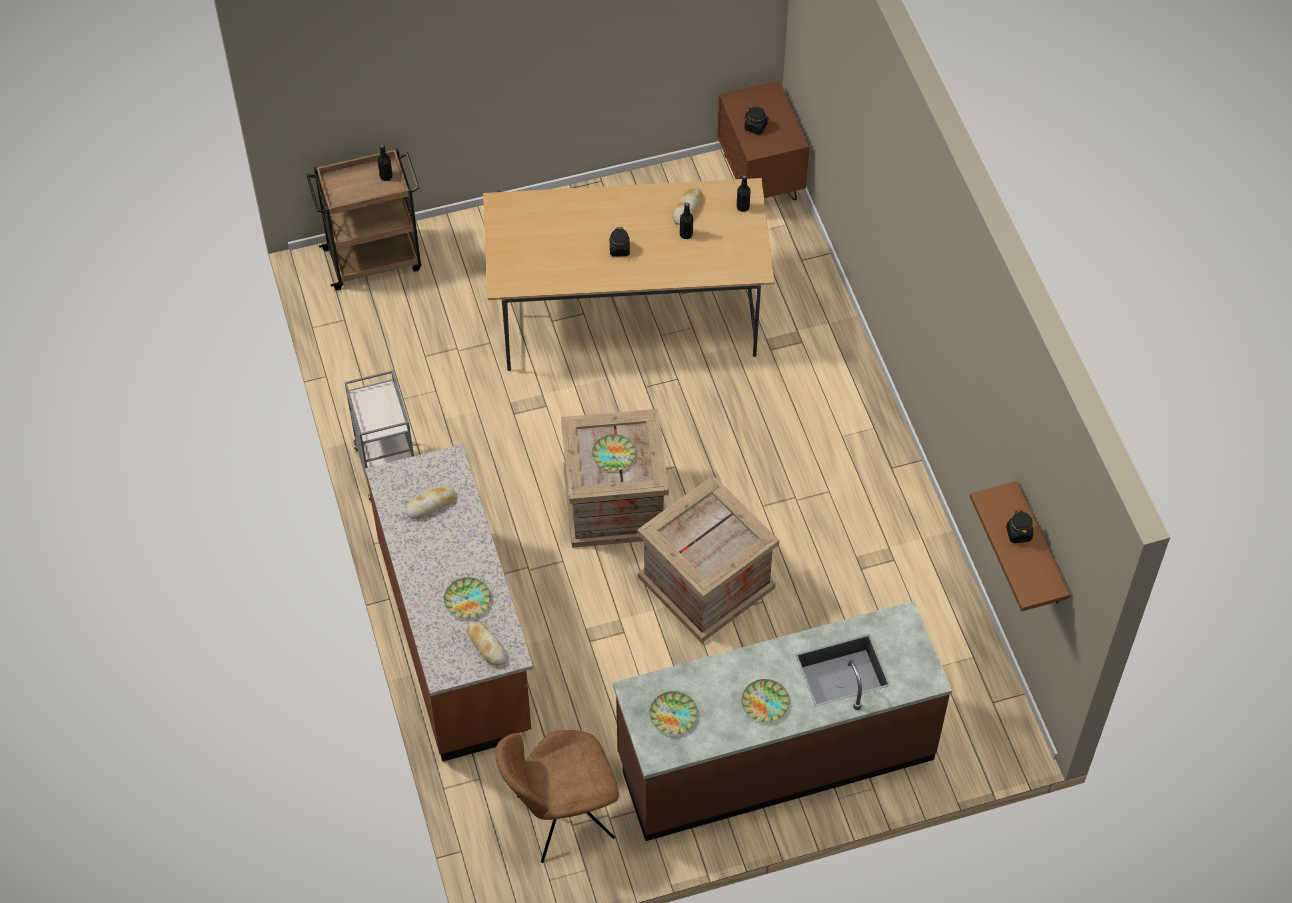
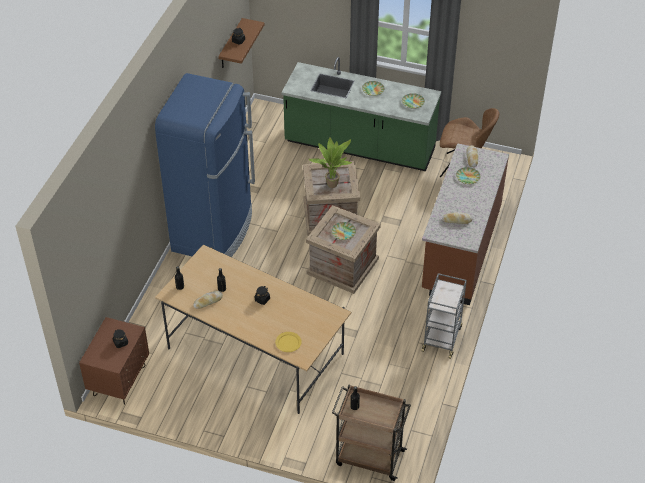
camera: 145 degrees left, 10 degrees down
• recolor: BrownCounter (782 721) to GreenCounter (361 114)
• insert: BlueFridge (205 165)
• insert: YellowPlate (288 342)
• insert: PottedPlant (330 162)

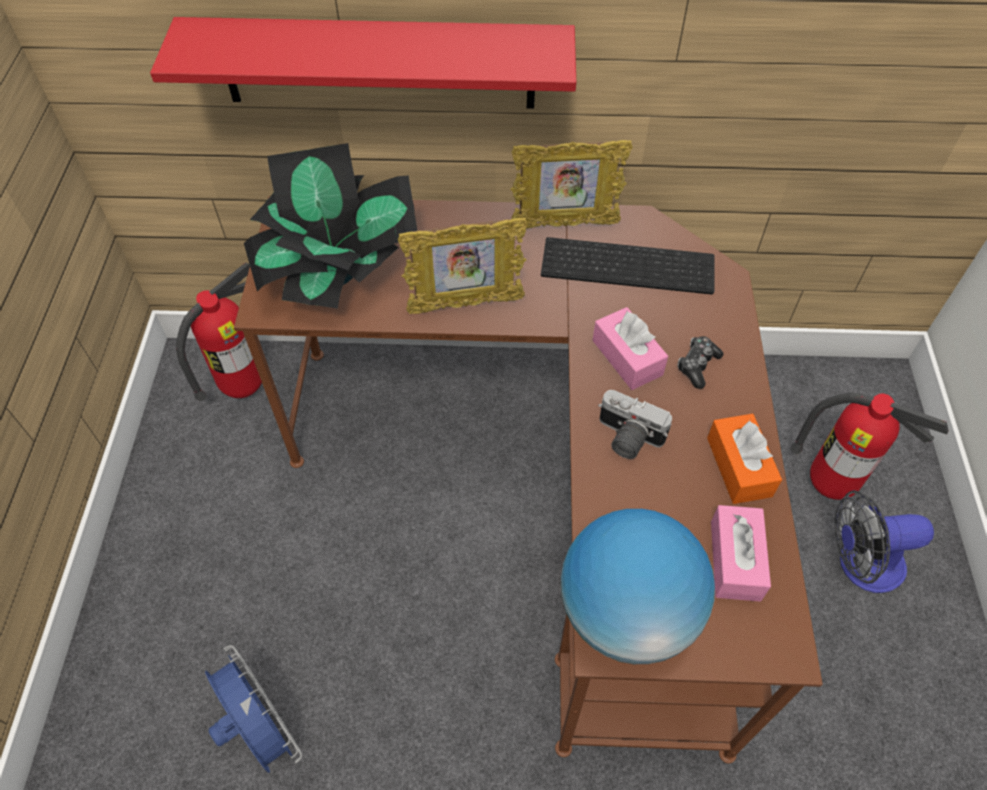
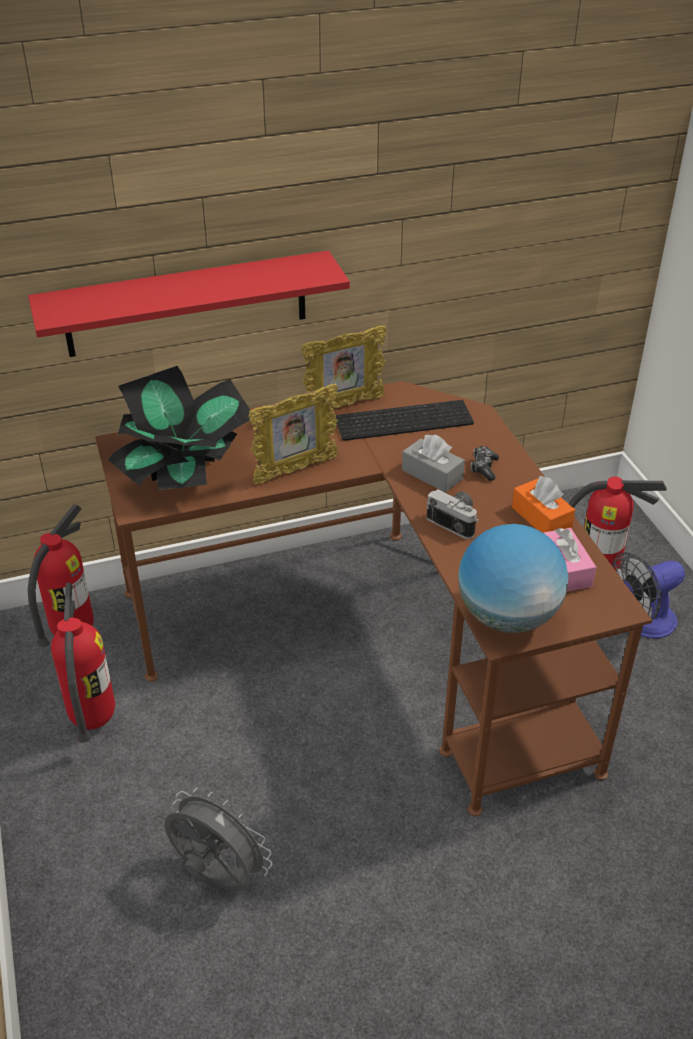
camera: 20 degrees left, 15 degrees down
• recolor: BlueFan (253 709) to GreyFan (218 839)
• recolor: PinkTissueBox (630 348) to GreyTissueBox (433 464)
• rotate: PhotoCamera (635 424) = (453 514) 150 degrees counterclockwise
• insert: FireExtinguisher (83 662)

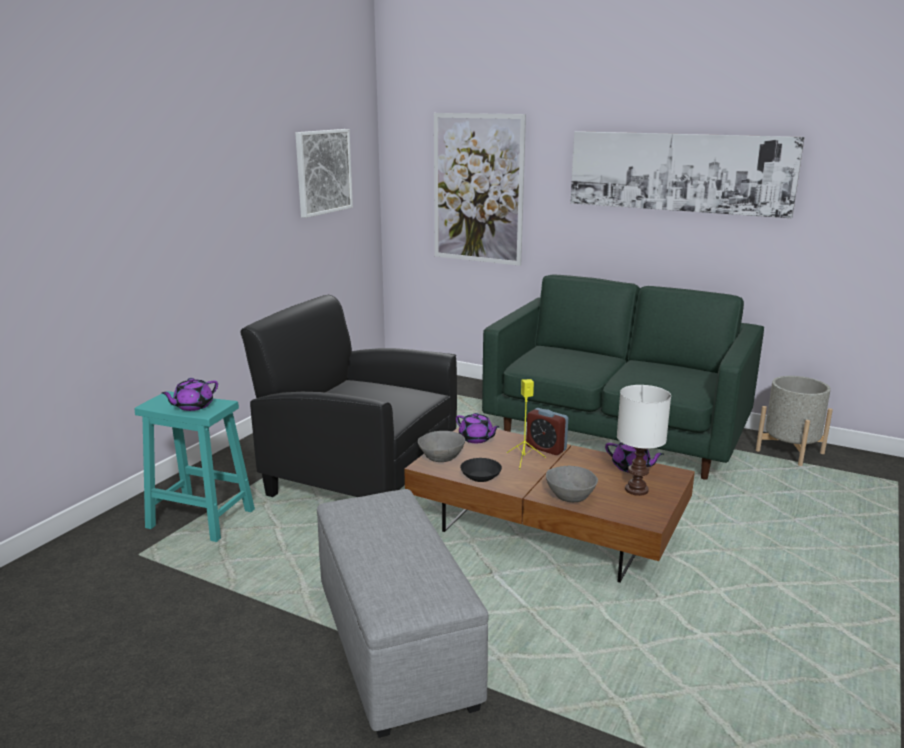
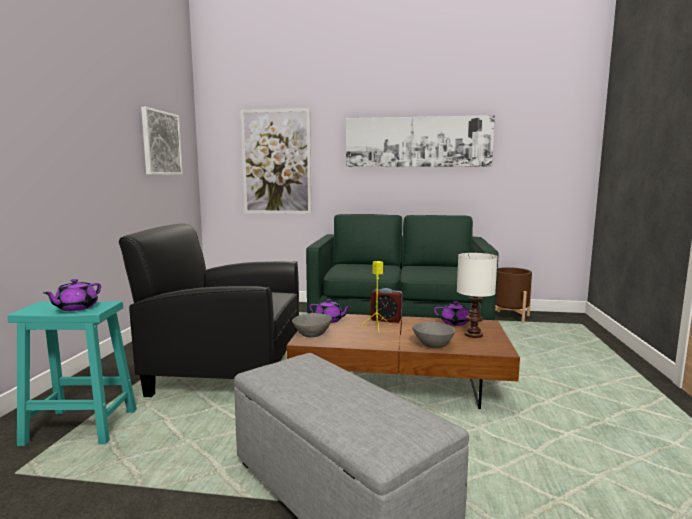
camera: 20 degrees left, 10 degrees down
• delete: BlackBowl (481 470)
• recolor: GreyPlanter (794 421) to BrownPlanter (513 295)

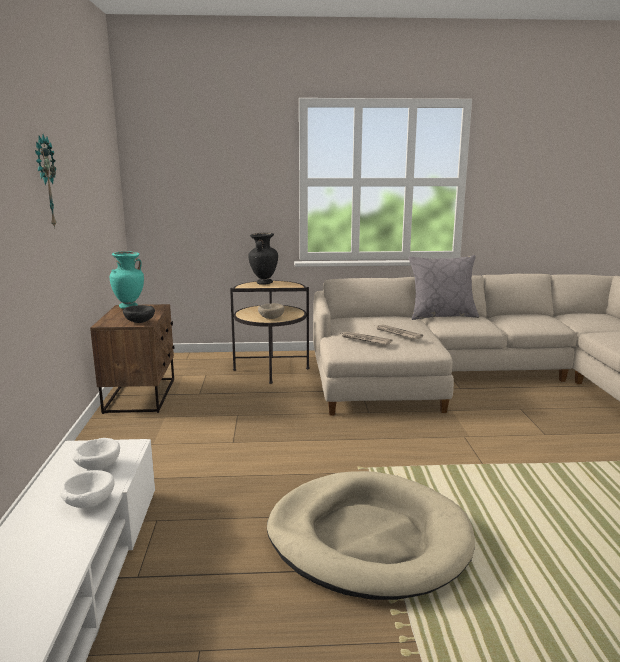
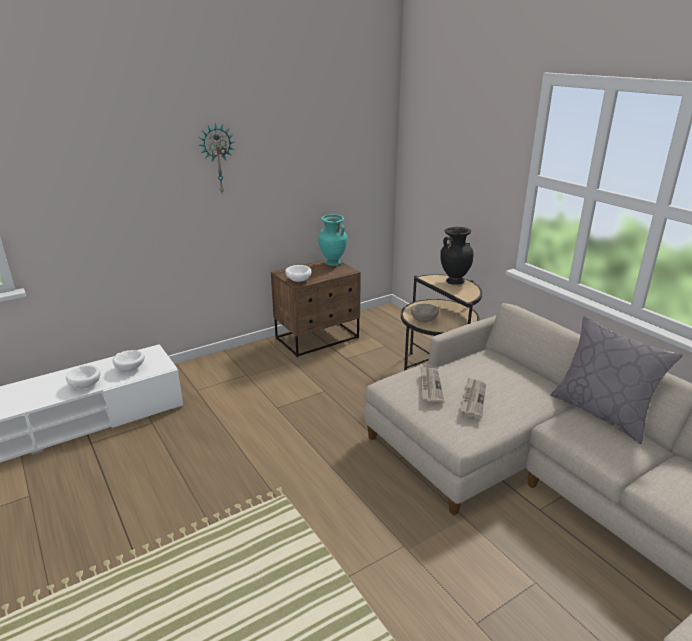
camera: 60 degrees right, 10 degrees up
• recolor: BlackBowl (139 314) to WhiteBowl (298 273)
• delete: BeigeDogBed (371 535)

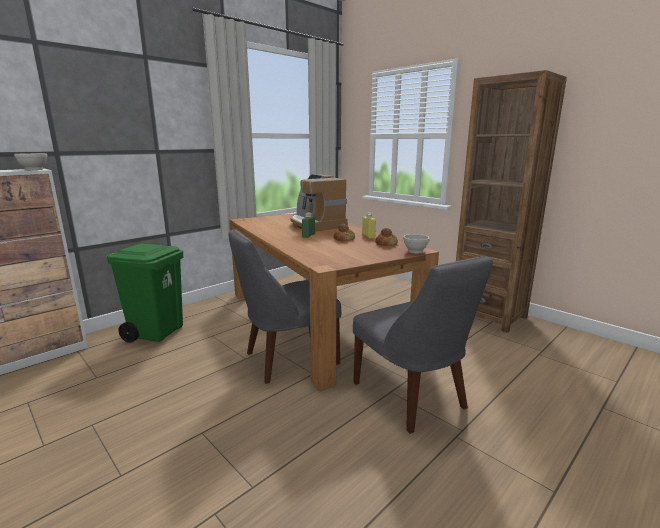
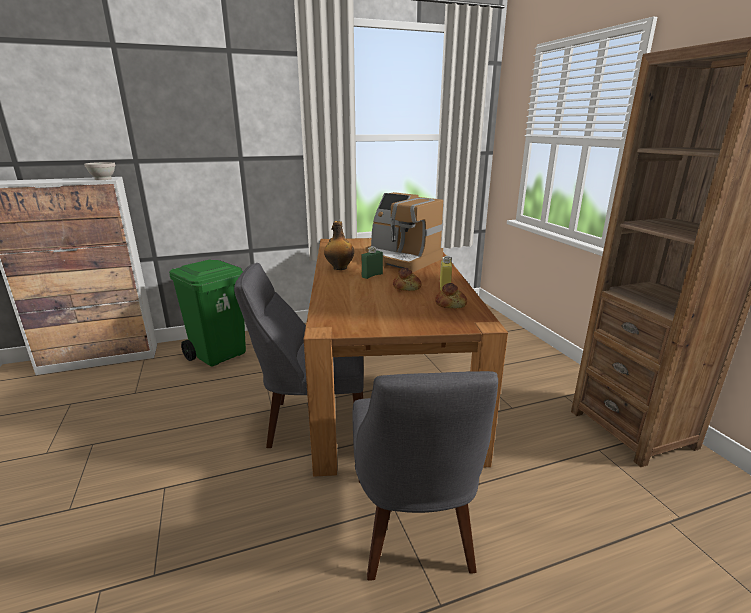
camera: 25 degrees right, 5 degrees up
• rotate: CoffeeMachine (319 203) = (404 232) 45 degrees counterclockwise
• delete: WhiteBowl (416 243)
• insert: Bottle (339 245)

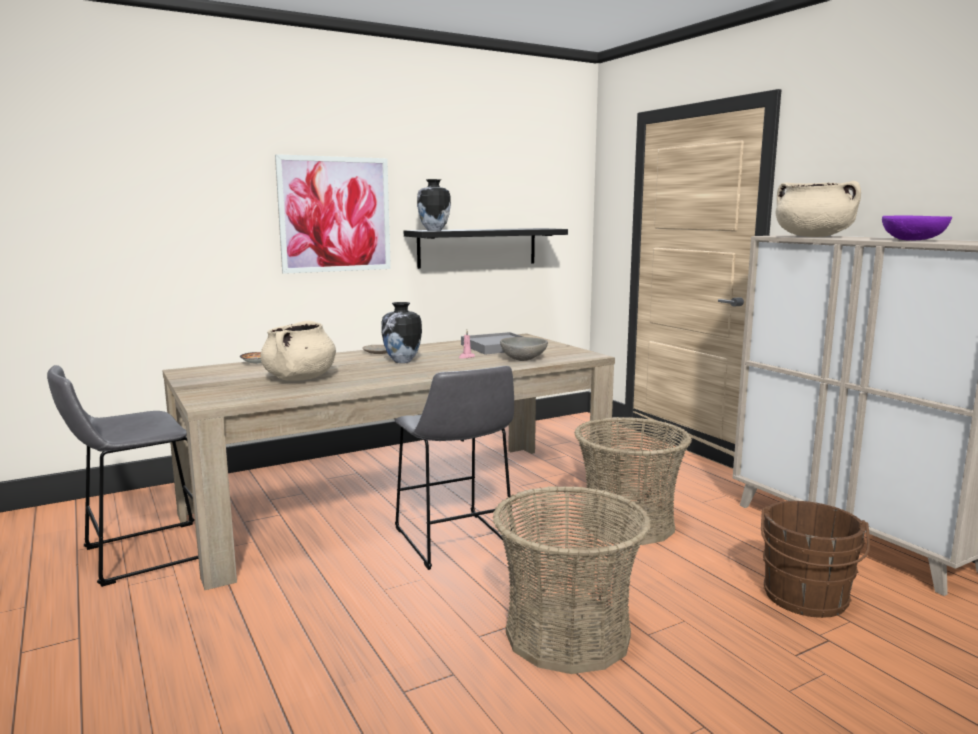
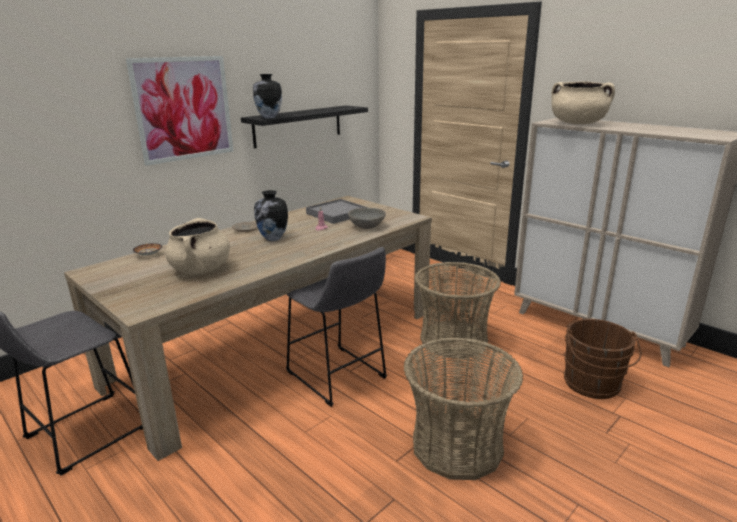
camera: 15 degrees left, 10 degrees up
• delete: PurpleBowl (917 228)

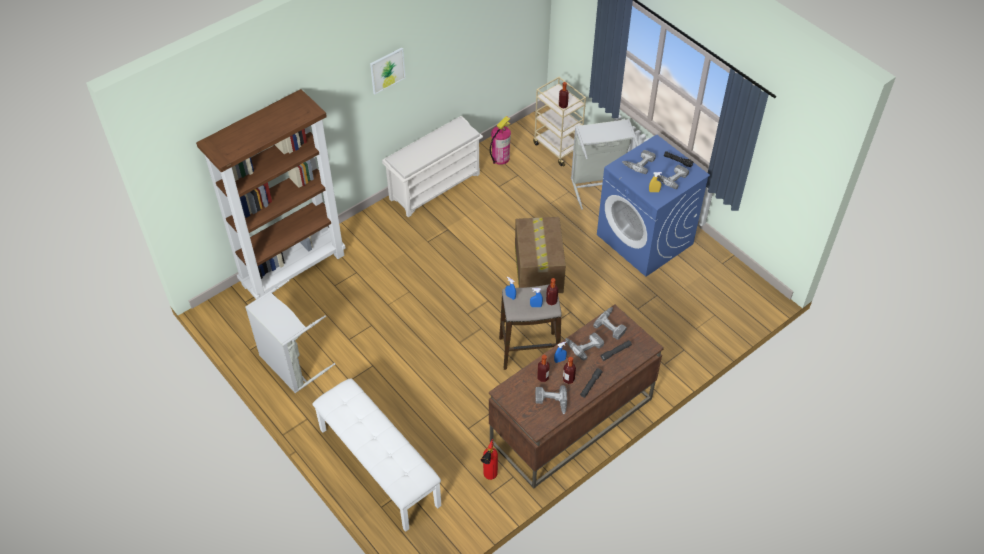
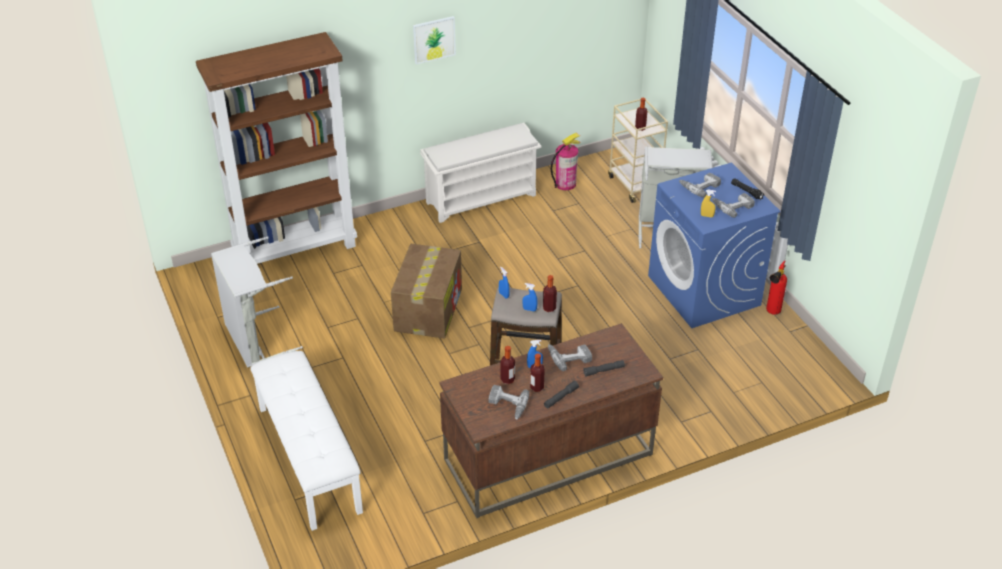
camera: 15 degrees right, 10 degrees down
• move: FireExtinguisher (489 459) to (776 287)
• move: CardboardBox (540 255) to (426 291)
• delete: PowerDrill (610 323)

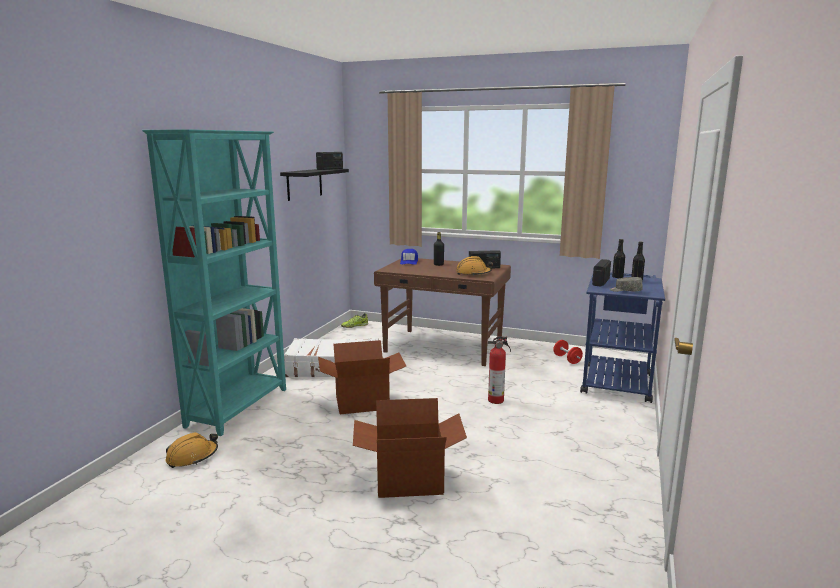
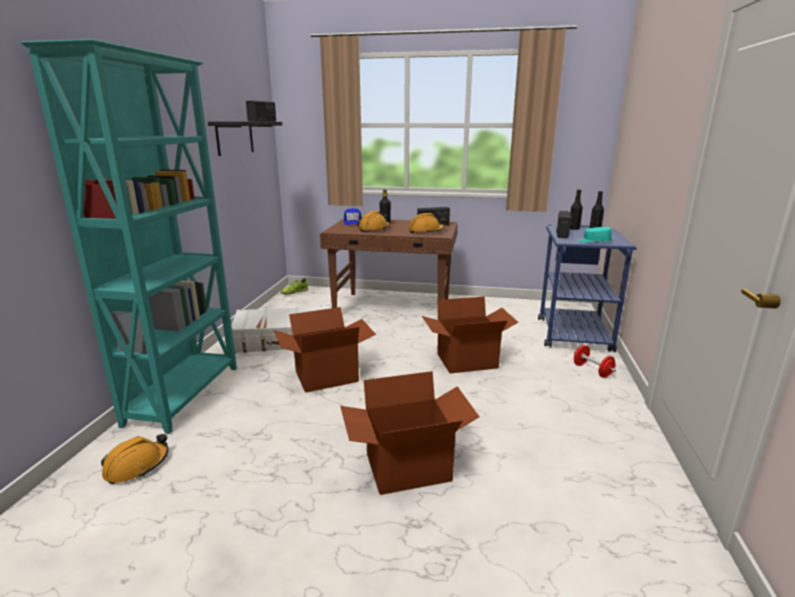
camera: 10 degrees left, 5 degrees up
• replace: FireExtinguisher (499 370) to CardboardBox (470 334)
• move: RedDumbbell (568 352) to (595 361)
• recolor: GreyCap (626 284) to TurquoiseCap (594 235)
• insert: OrangeHardHat (373 221)

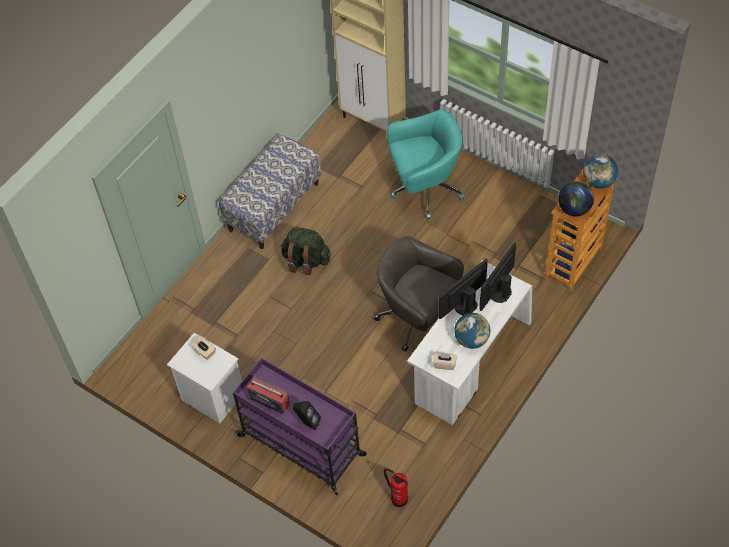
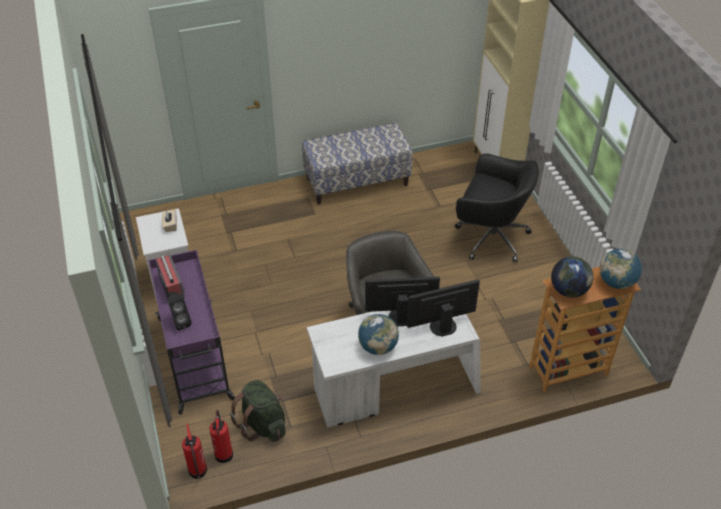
camera: 35 degrees right, 10 degrees down
• move: GreenBackpack (305 251) to (258 411)
• recolor: TurquoiseOfficeChair (426 164) to BlackOfficeChair (497 207)
• delete: BeigeTissueBox (445 361)
• insert: FireExtinguisher (194 451)

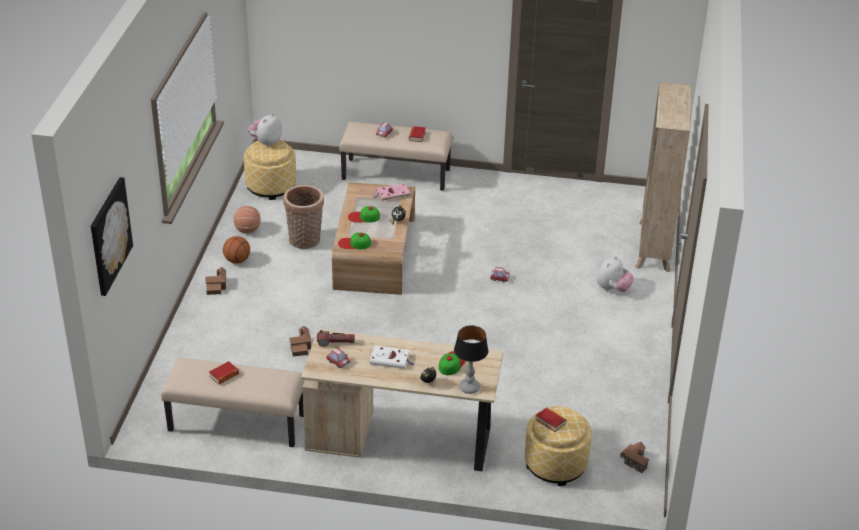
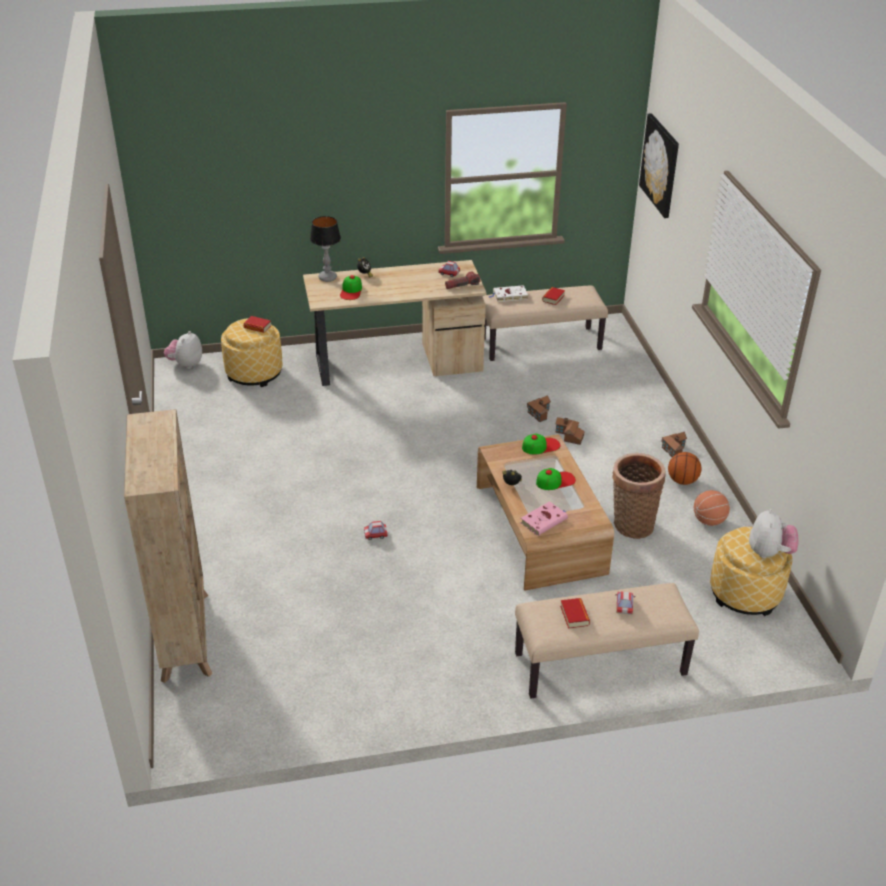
camera: 160 degrees right, 0 degrees up
• move: WhiteBook (392 357) to (508 293)
• move: PlushToy (615 274) to (183 350)
• move: ToyHouse (634 457) to (570 431)

